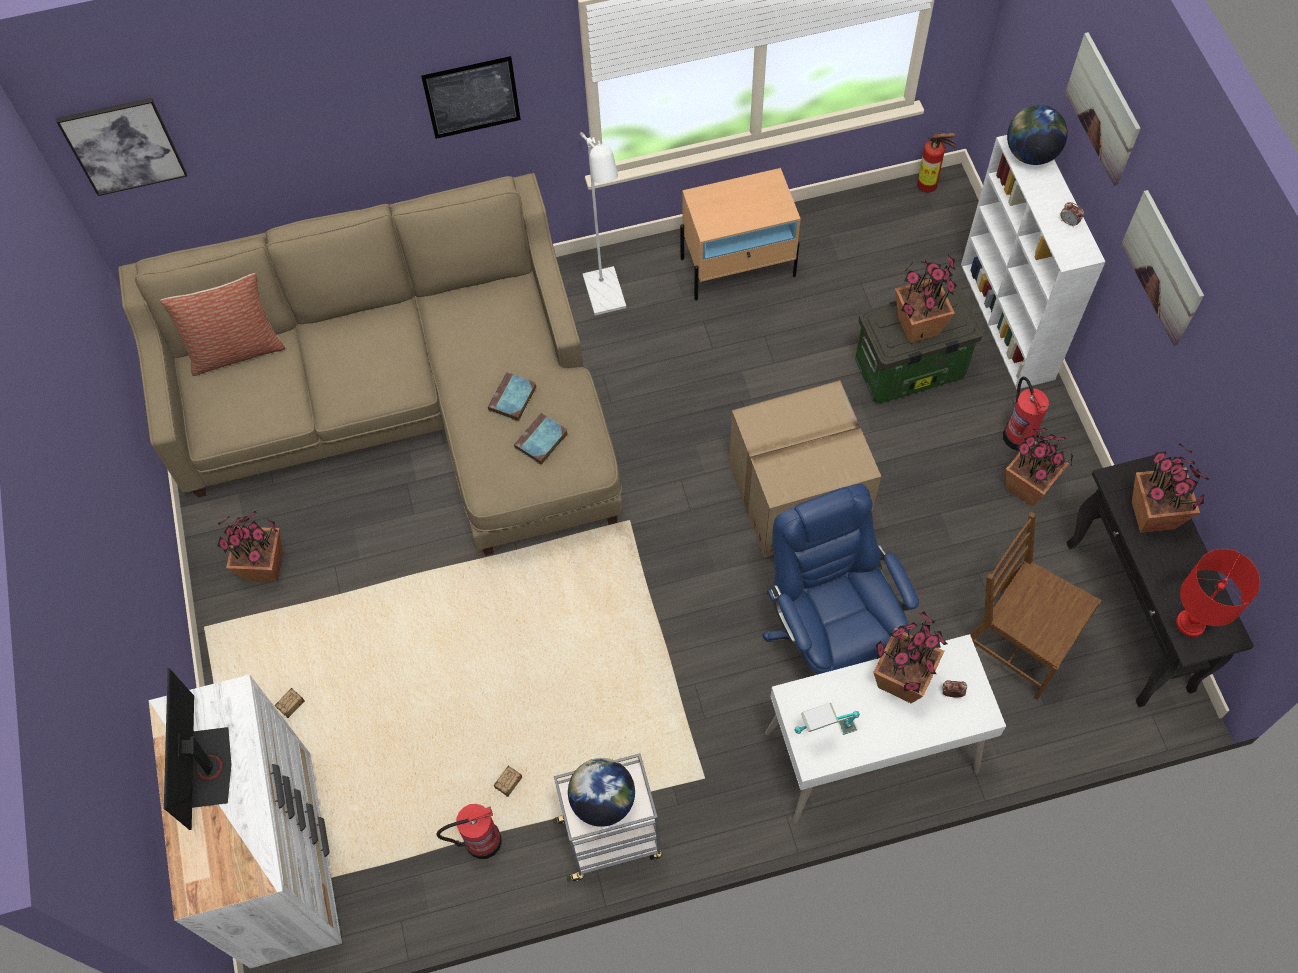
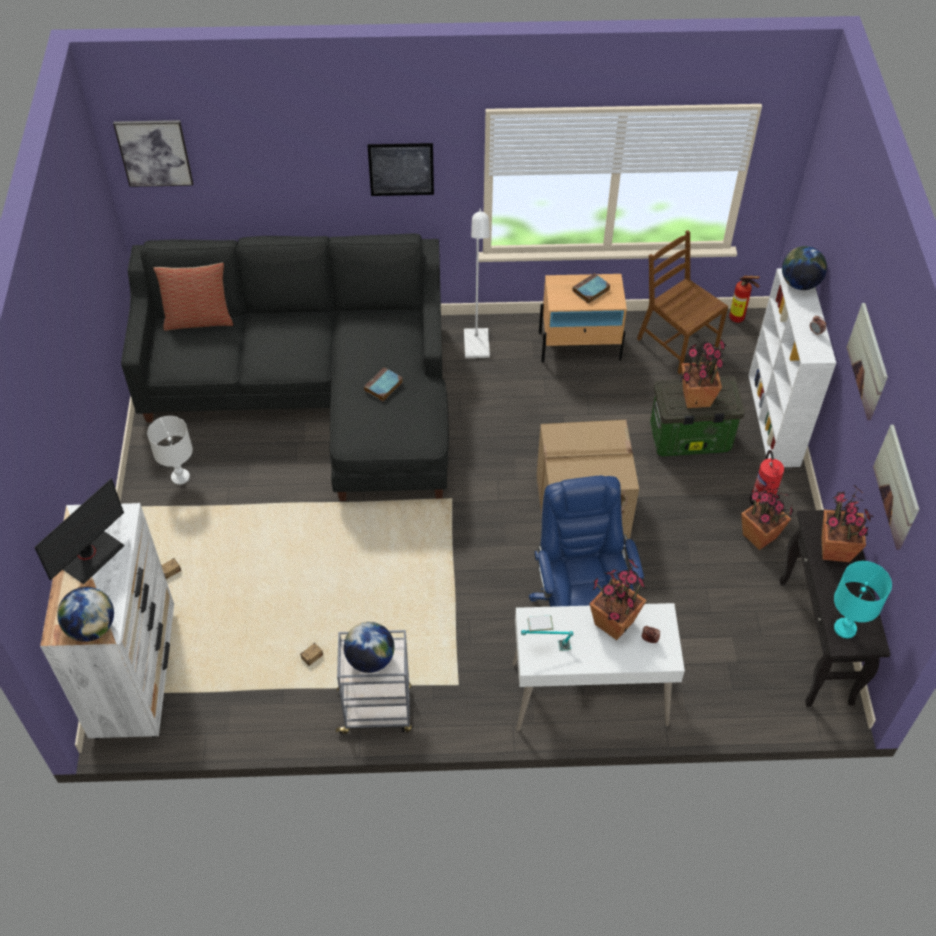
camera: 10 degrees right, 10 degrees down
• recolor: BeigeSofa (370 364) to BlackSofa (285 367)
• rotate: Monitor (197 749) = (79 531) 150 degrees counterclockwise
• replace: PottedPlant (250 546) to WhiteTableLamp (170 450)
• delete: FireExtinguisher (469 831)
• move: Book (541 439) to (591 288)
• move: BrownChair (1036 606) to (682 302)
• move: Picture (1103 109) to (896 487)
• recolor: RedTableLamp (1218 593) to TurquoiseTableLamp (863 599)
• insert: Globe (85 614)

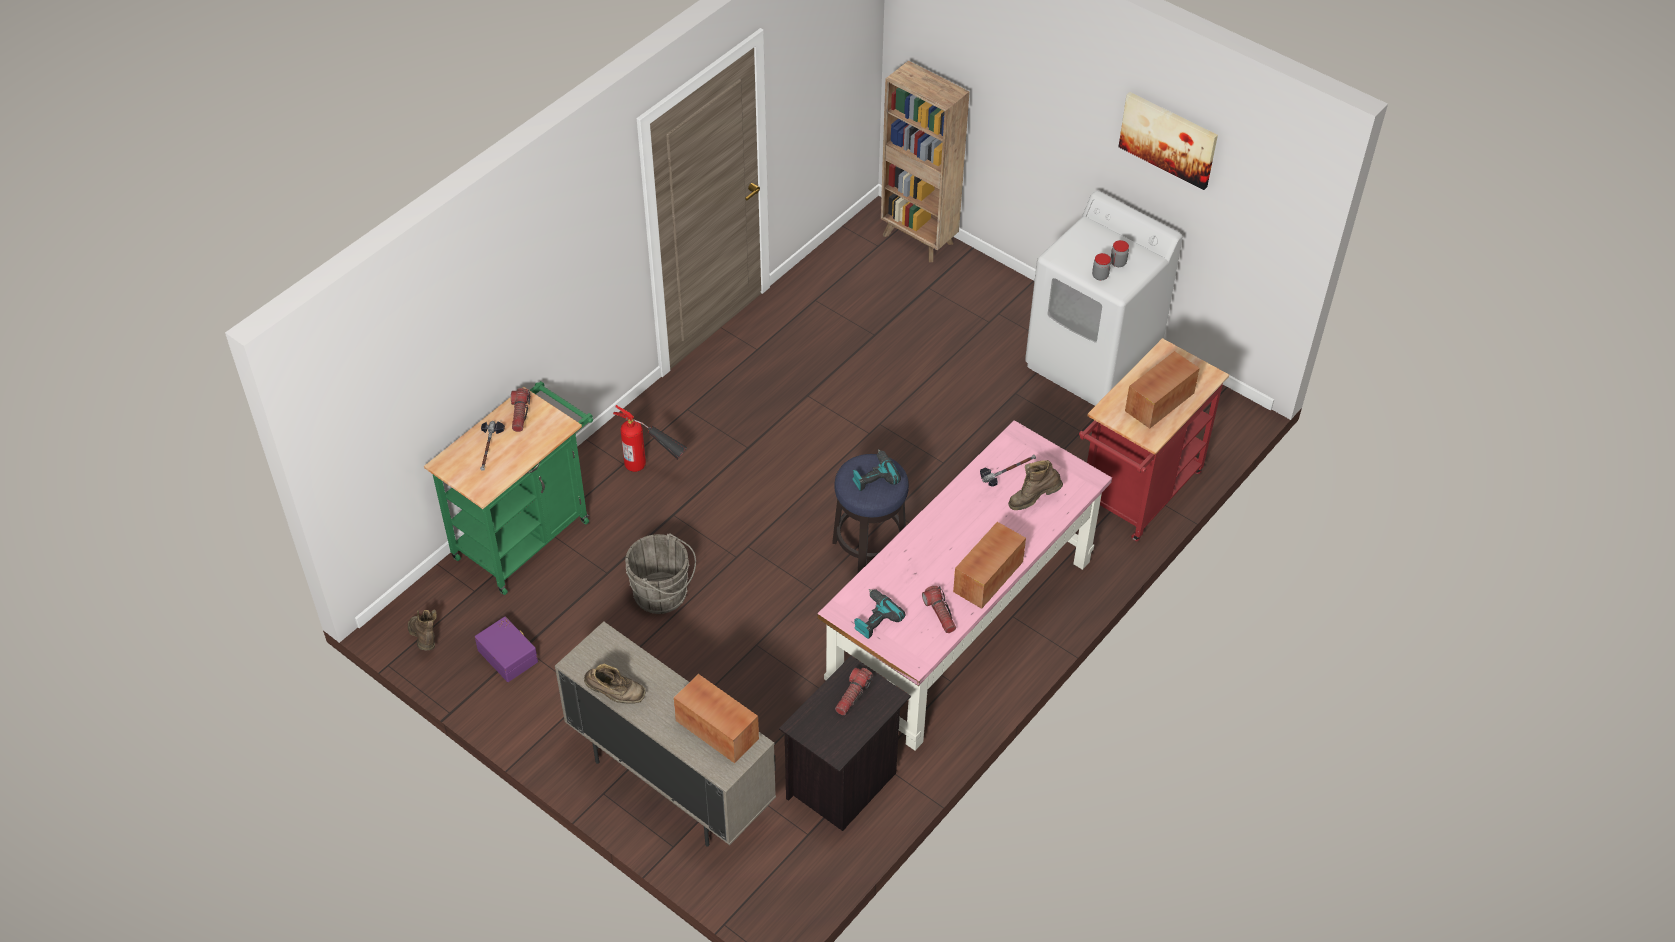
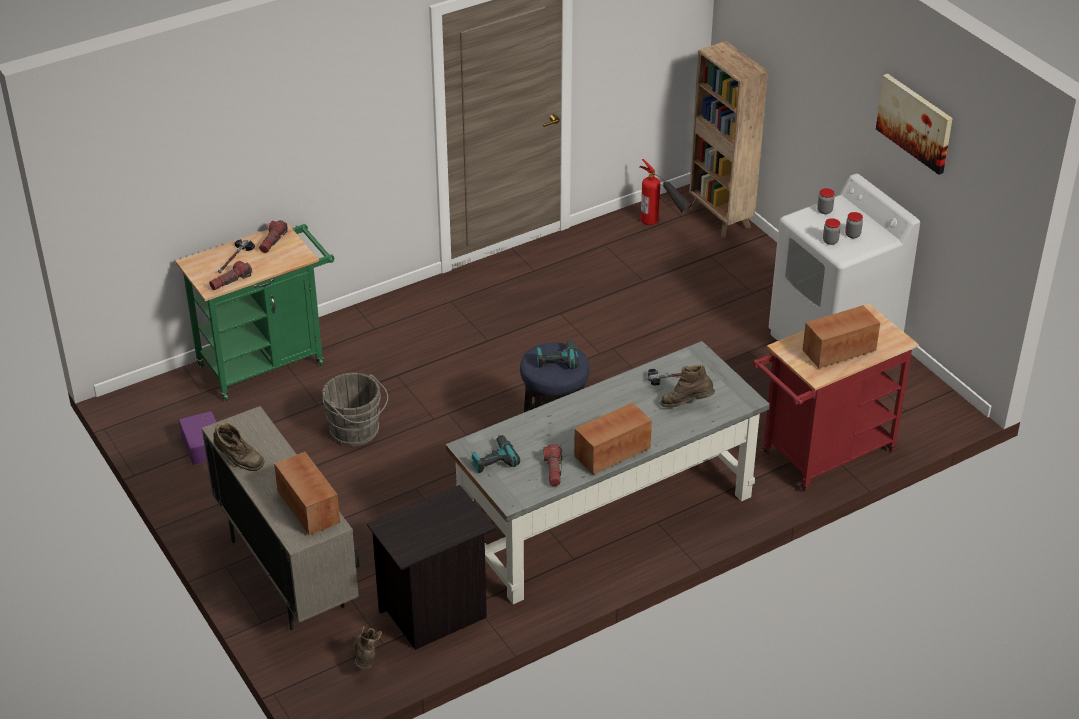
camera: 20 degrees right, 10 degrees down
• move: BrownBoot (422 630) to (367 648)
• move: FireExtinguisher (650 438) to (665 192)
• recolor: PinkDesk (964 585) to GreyDesk (607 473)
• move: Flashlight (854 691) to (230 275)
• insert: Jar (826 201)

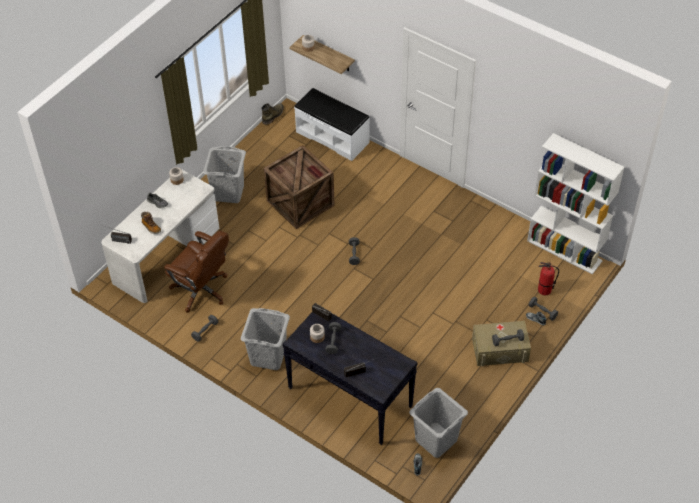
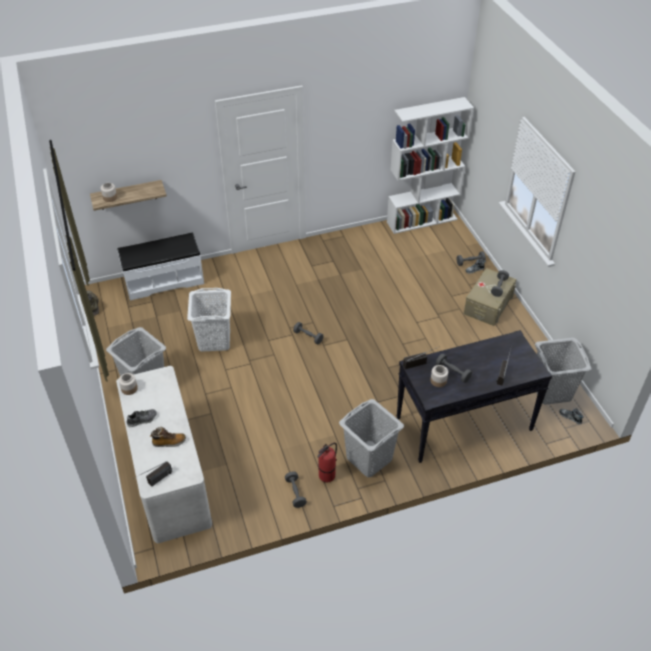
camera: 55 degrees left, 5 degrees down
• delete: BrownOfficeChair (196 271)
• replace: Crate (299 187) to WhiteLaundryBasket (209 319)
• move: FireExtinguisher (548 278) to (327 463)

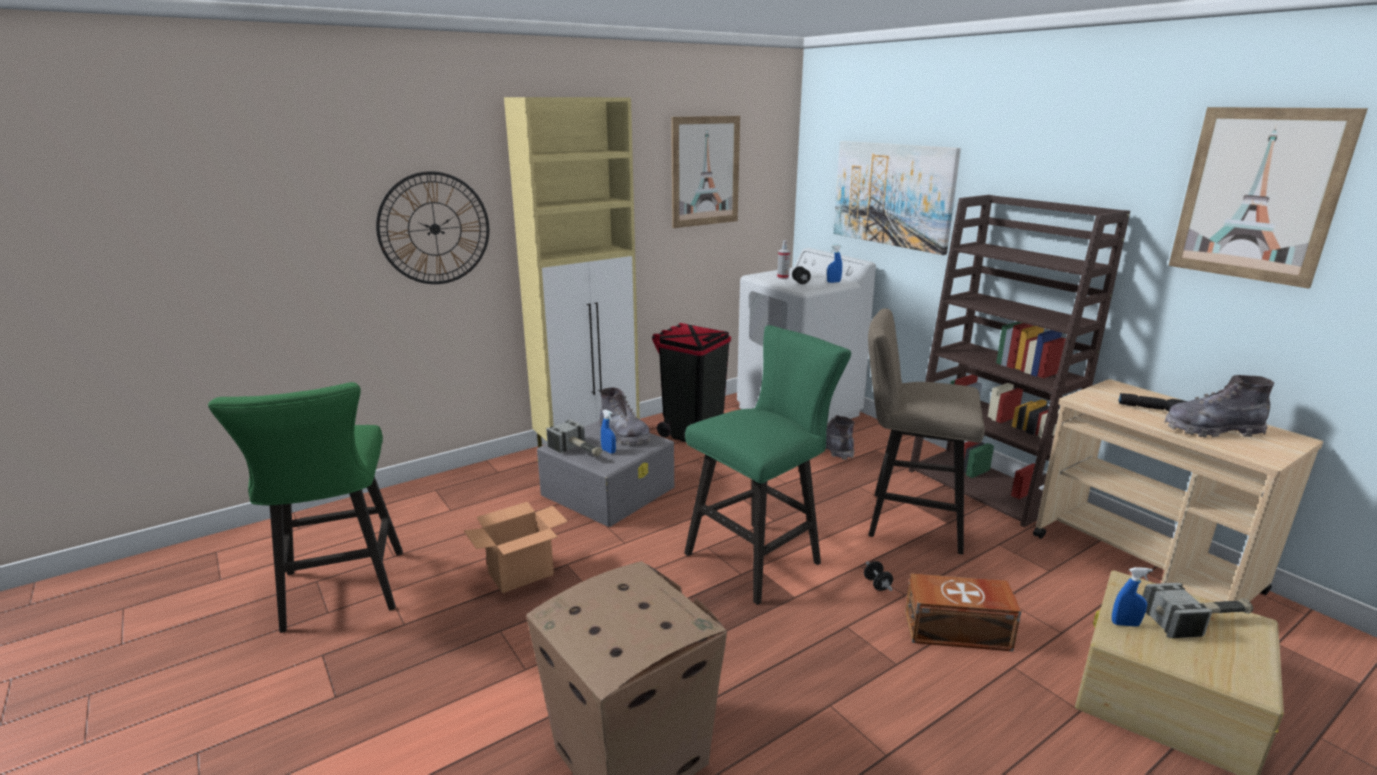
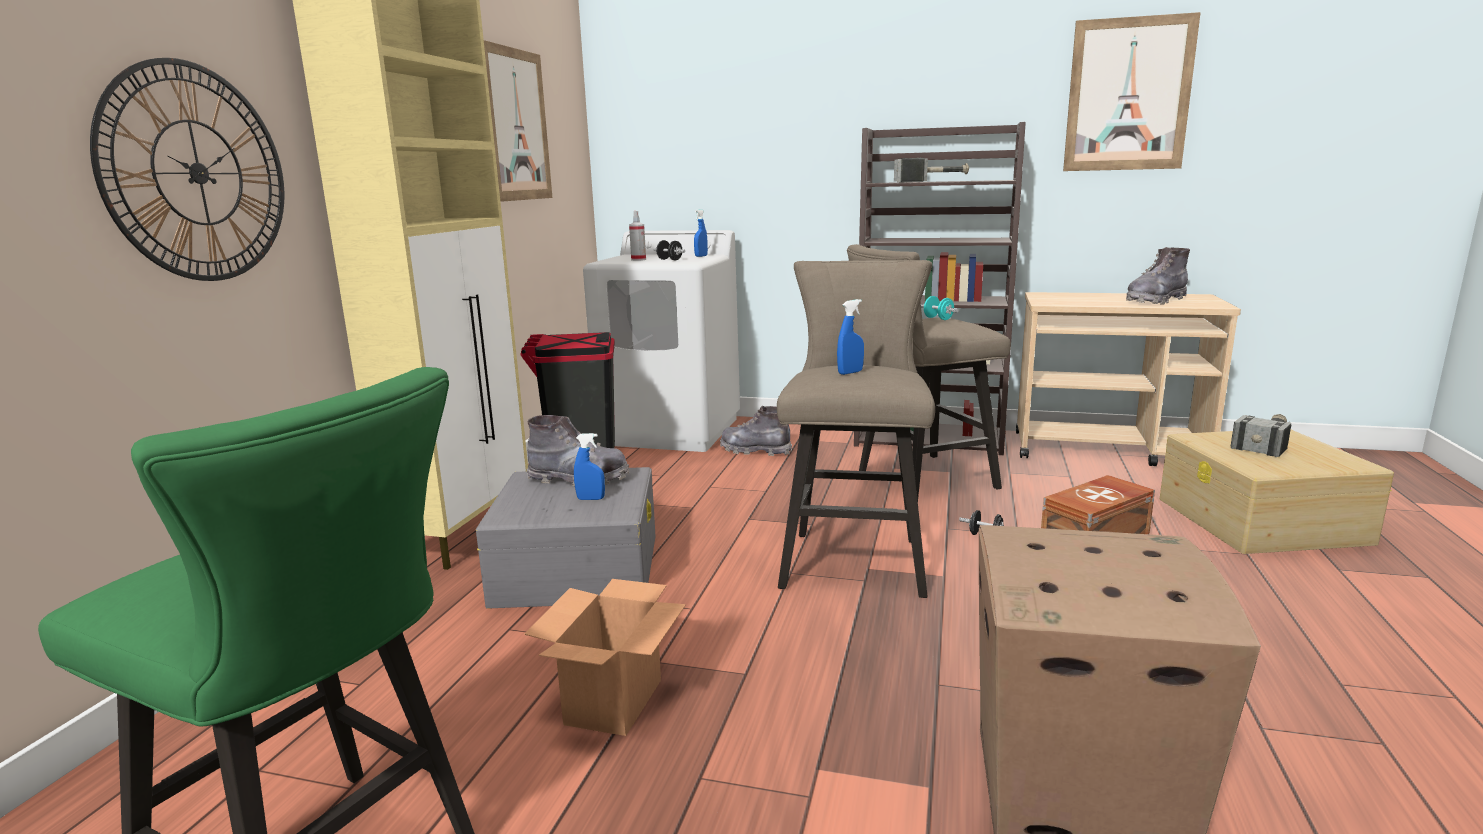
camera: 40 degrees left, 5 degrees down
• move: Hammer (574 438) to (931 170)
• recolor: GreenStool (767 465) to BeigeStool (856 429)
• delete: Picture (897 198)
• move: BlueSprayBottle (1132 597) to (850 337)
• delete: BlackFlashlight (1152 402)
• insert: TurquoiseDumbbell (940 308)

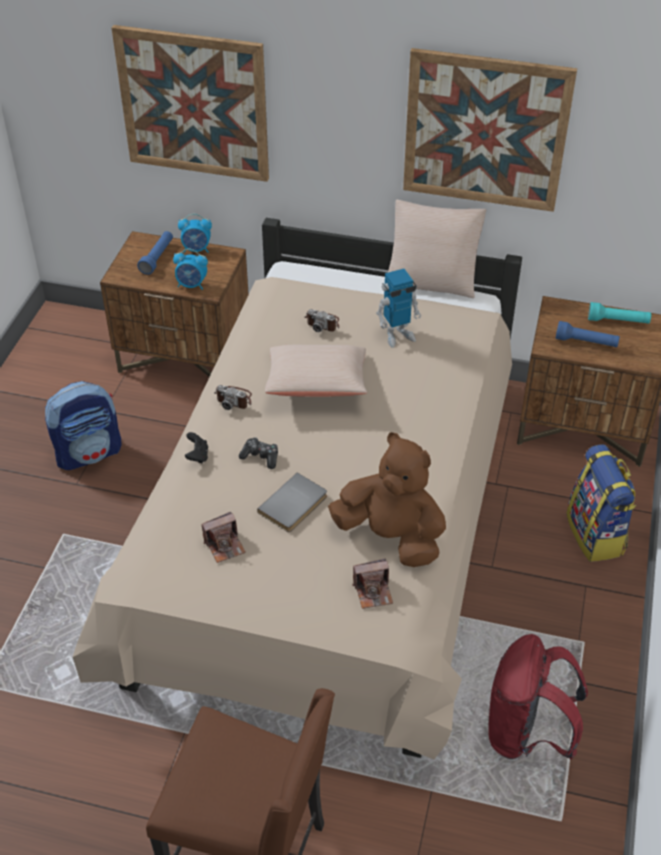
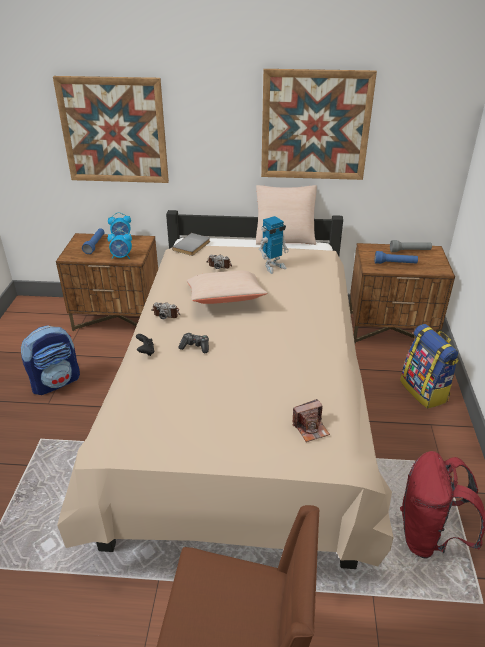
camera: 10 degrees left, 10 degrees down
• delete: PhotoCamera (224 537)
• move: GreyBook (292 502) to (191 244)
• delete: BrownPlushToy (387 499)
• recolor: TurquoiseFlashlight (619 313) to GreyFlashlight (411 246)

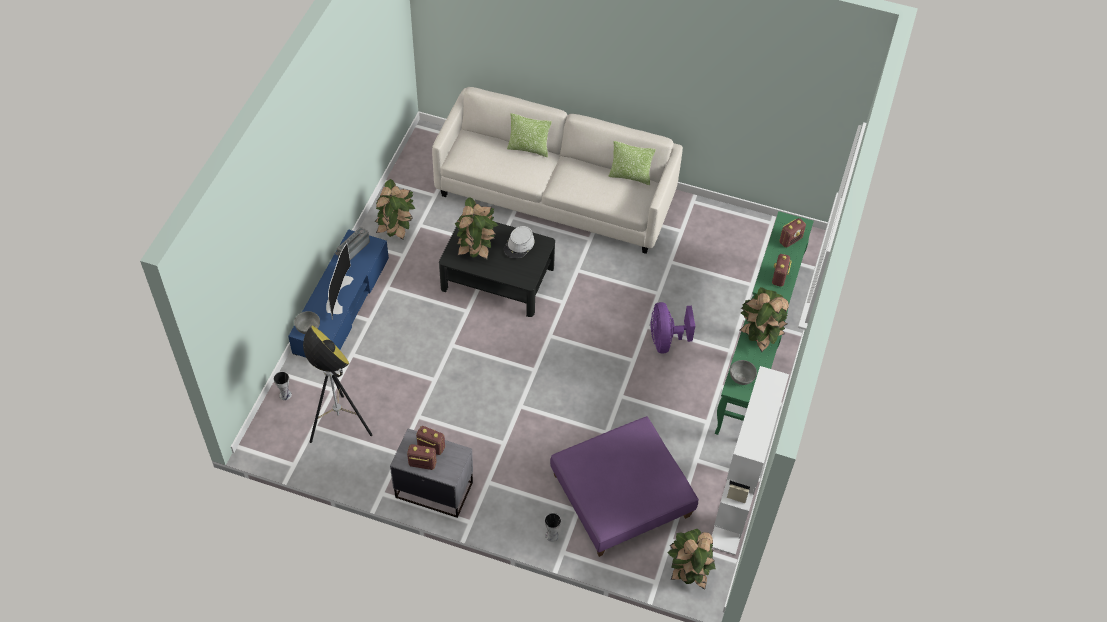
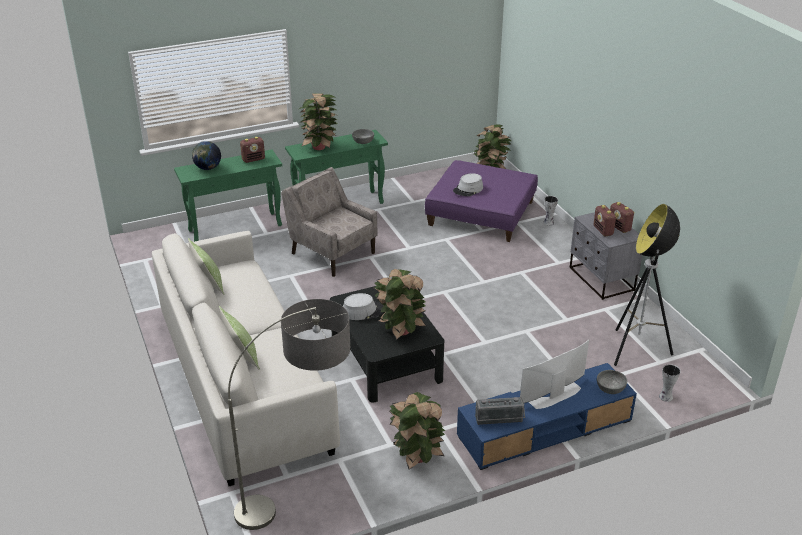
camera: 130 degrees left, 20 degrees down
• replace: PurpleFan (673 328) to BeigeArmchair (329 222)
• delete: WhiteBookcase (750 460)
• replace: Radio (792 233) to Globe (206 155)
• insert: FloorLamp (289 414)
• insert: GreyHat (468 184)

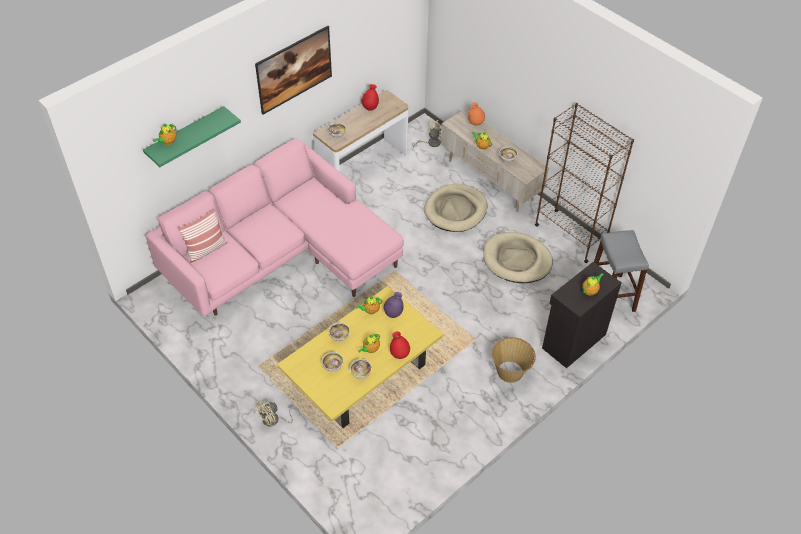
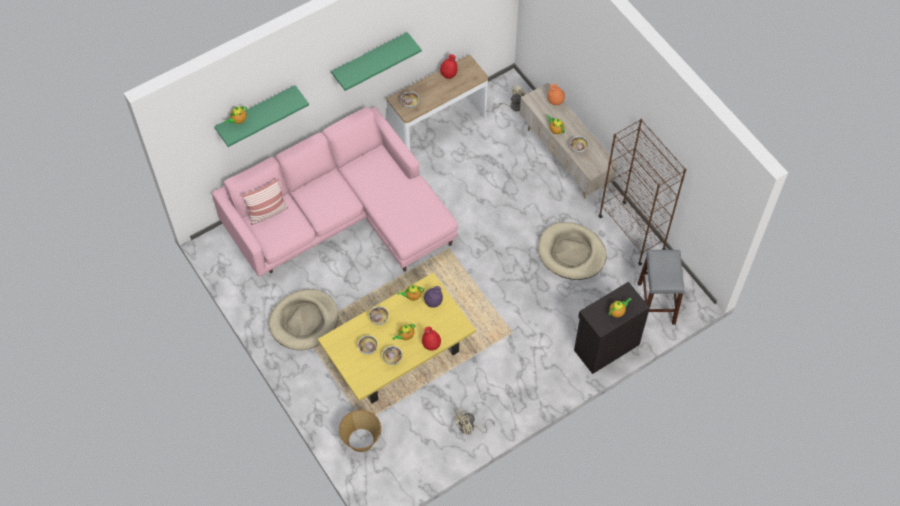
camera: 10 degrees right, 10 degrees up
• move: BeigeFan (277 412) to (474 422)
• replace: Picture (293 70) to GreenShelf (376 61)
• move: BeigeDogBed (456 208) to (303 319)
• move: Basket (514 360) to (360 431)

